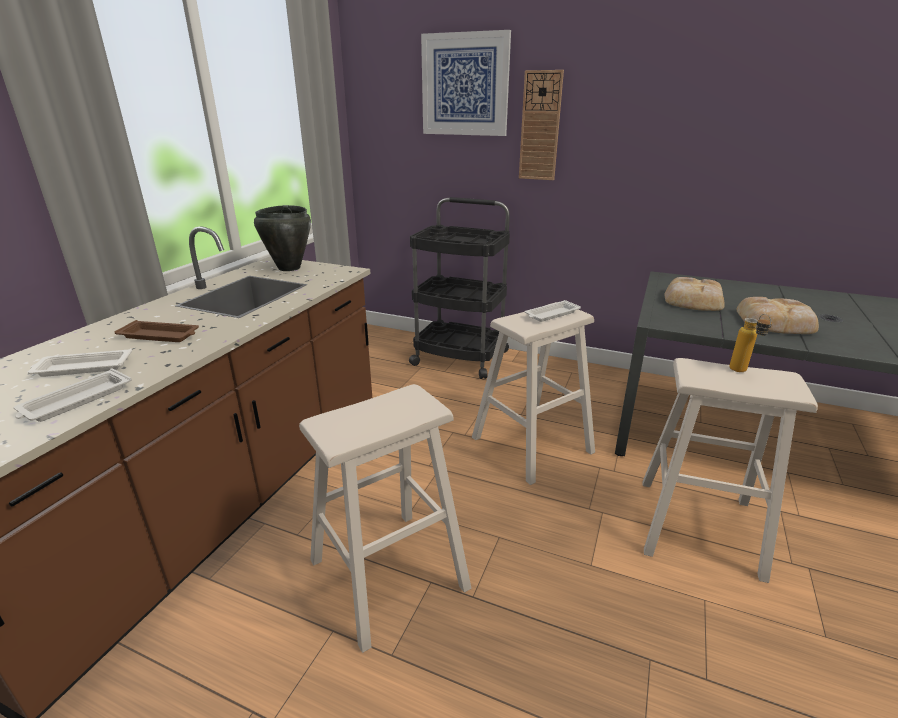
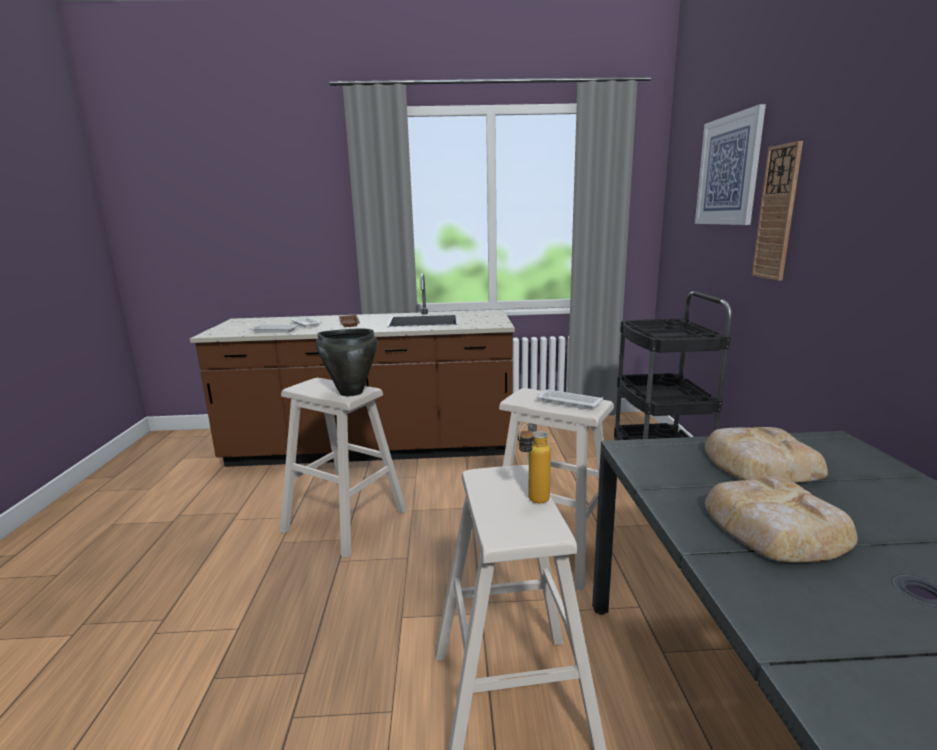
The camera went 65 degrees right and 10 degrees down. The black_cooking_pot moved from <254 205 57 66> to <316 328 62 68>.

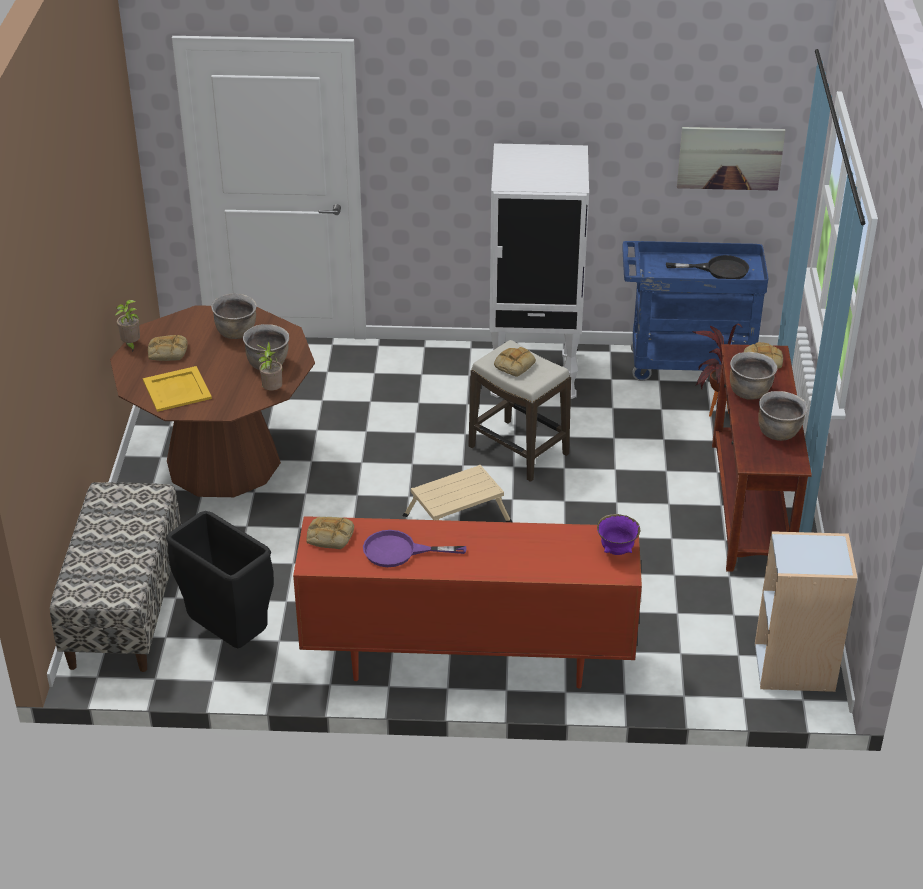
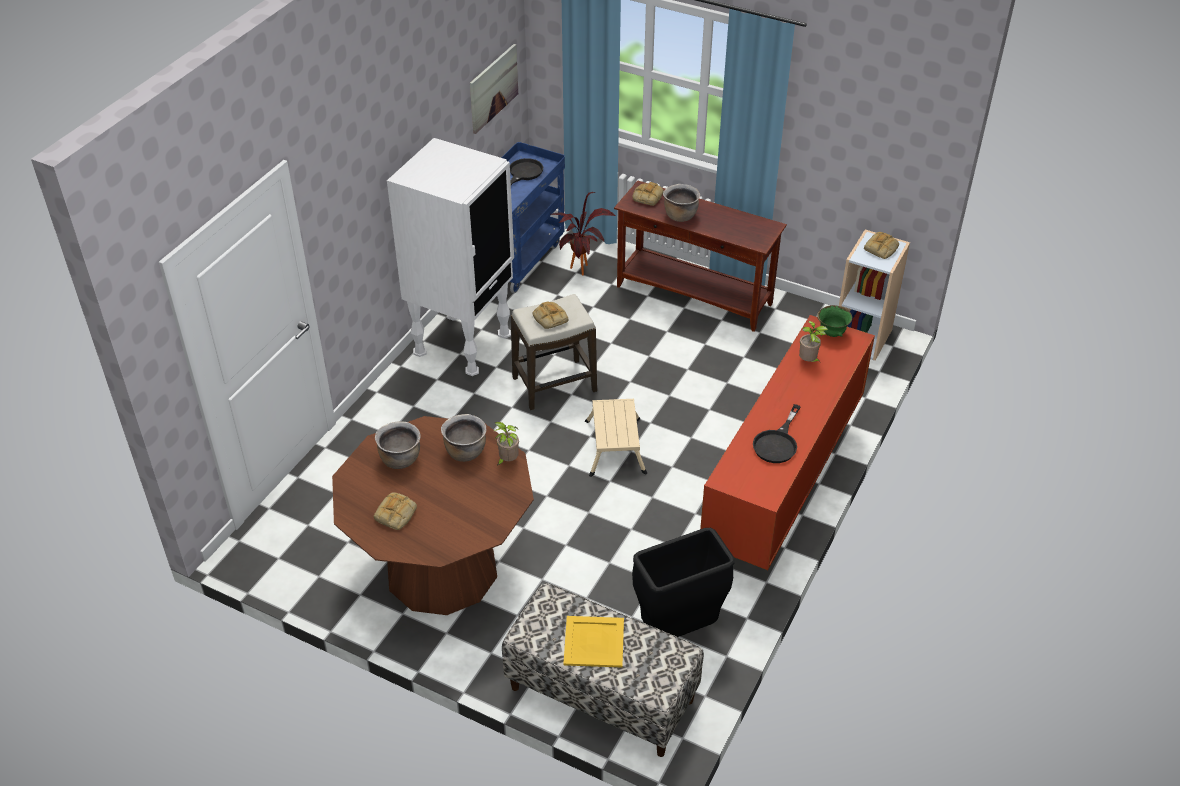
The camera went 65 degrees left and 5 degrees up. The brown_cooking_pot at <758 391 50 50> disappeared. The potted_plant moved from <115 300 25 53> to <799 321 29 42>. The yellow_tray moved from <143 366 69 46> to <563 616 61 51>. The bread moved from <306 517 48 32> to <864 232 35 27>. The purple_frying_pan at <363 530 104 37> became the black_frying_pan at <753 404 48 59>. The purple_bowl at <597 514 43 41> became the green_bowl at <817 305 35 32>.

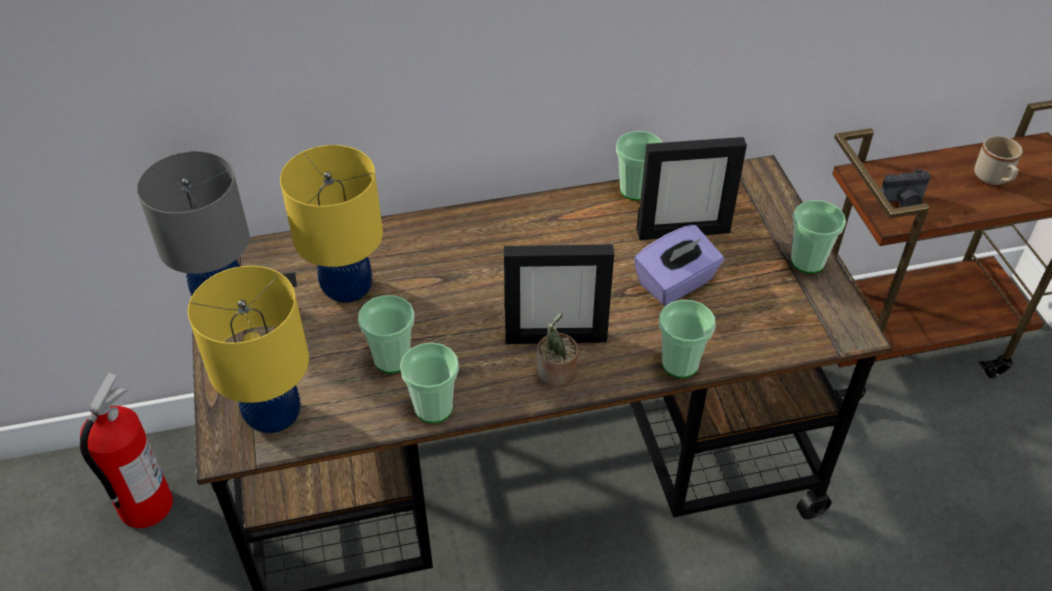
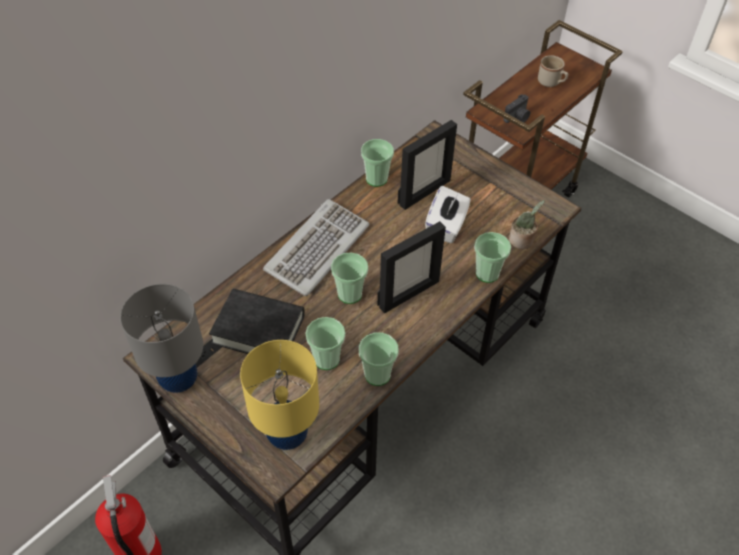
The camera went 35 degrees left and 5 degrees up. The keyboard at <263 199 107 97> appeared. The potted_plant moved from <537 313 41 73> to <509 200 36 49>. The cup moved from <791 200 55 73> to <331 253 37 51>. The yellow_table_lamp at <280 145 103 158> was replaced by the black_book at <209 289 96 65>. The purple_tissue_box at <634 225 90 81> became the white_tissue_box at <425 186 46 57>.

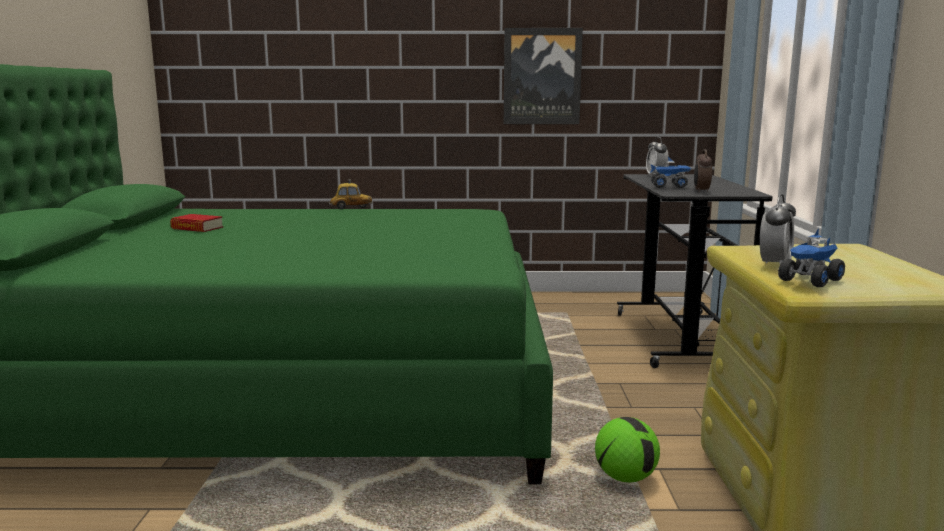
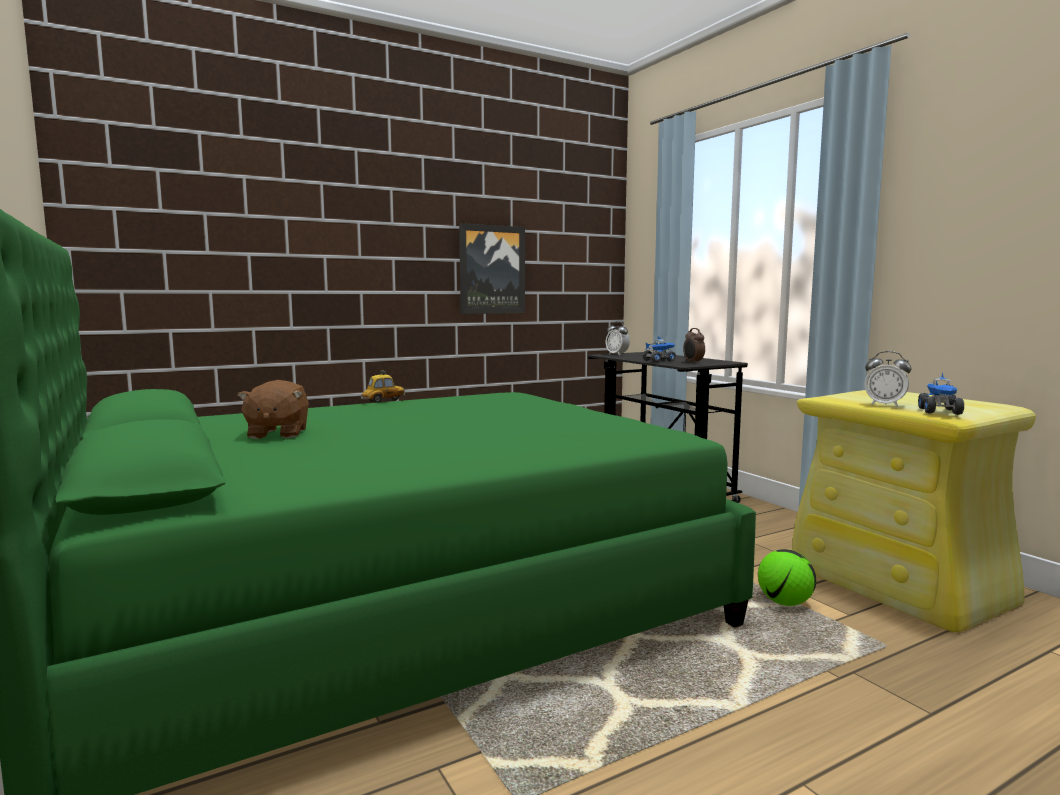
The camera went 30 degrees left and 5 degrees down. The book at <170 214 53 18> was replaced by the brown_plush_toy at <237 380 72 59>. The alarm_clock at <760 194 36 70> turned 120 degrees clockwise.

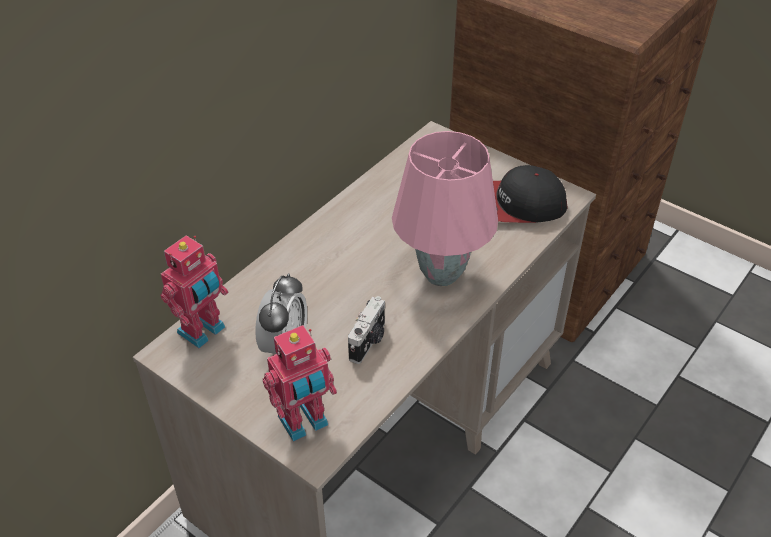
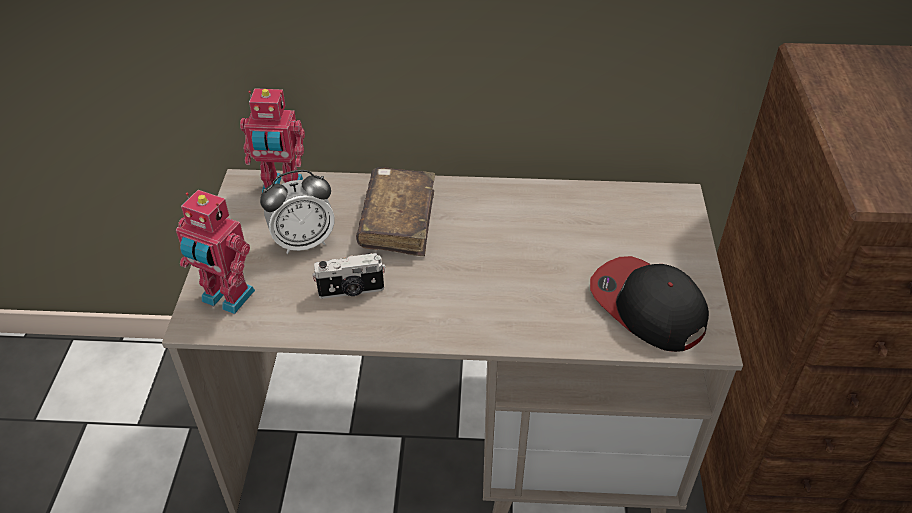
The camera went 55 degrees right and 0 degrees up. The pink_table_lamp at <392 131 106 155> disappeared. The brown_book at <356 167 79 89> appeared.

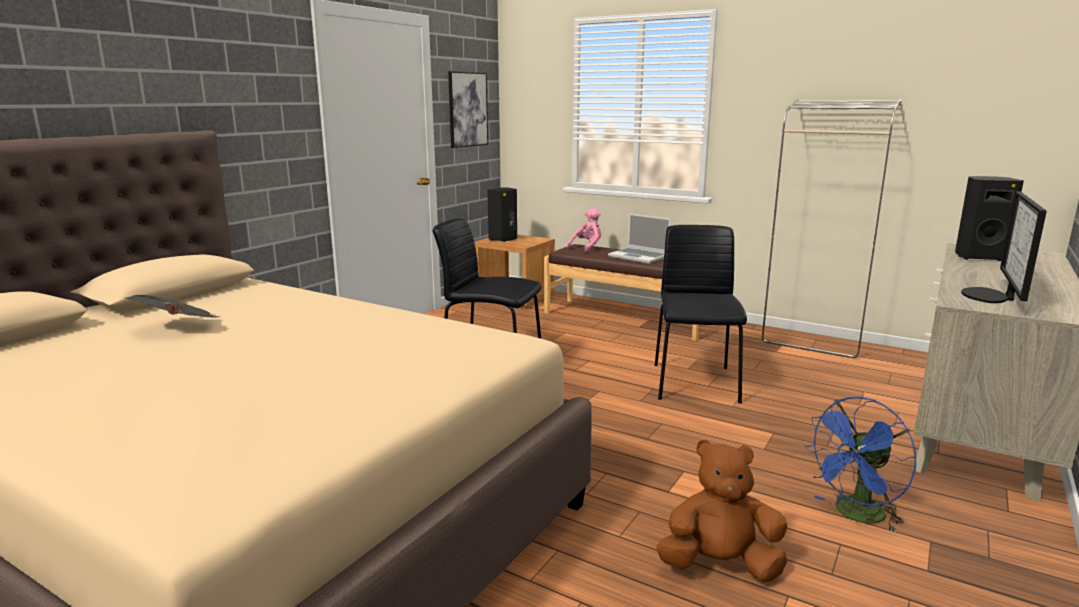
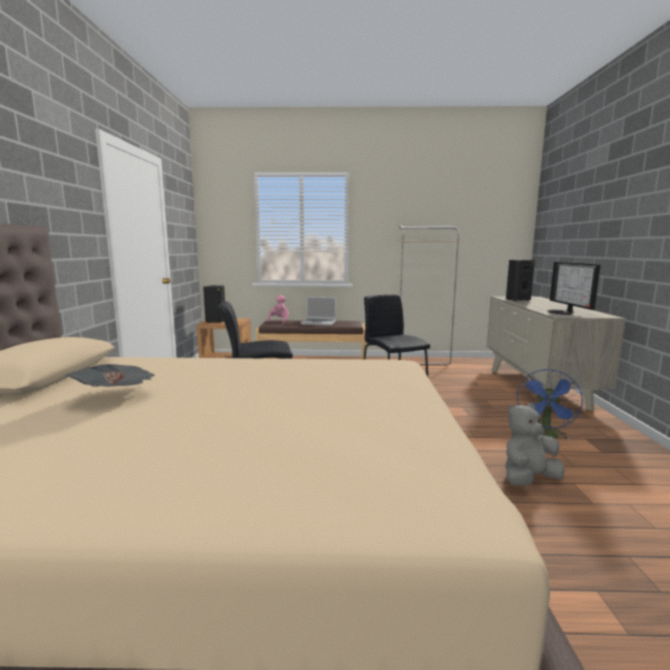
The camera went 30 degrees left and 5 degrees down. The picture at <448 71 40 77> disappeared. The brown_plush_toy at <656 439 131 143> became the grey_plush_toy at <505 403 59 83>.

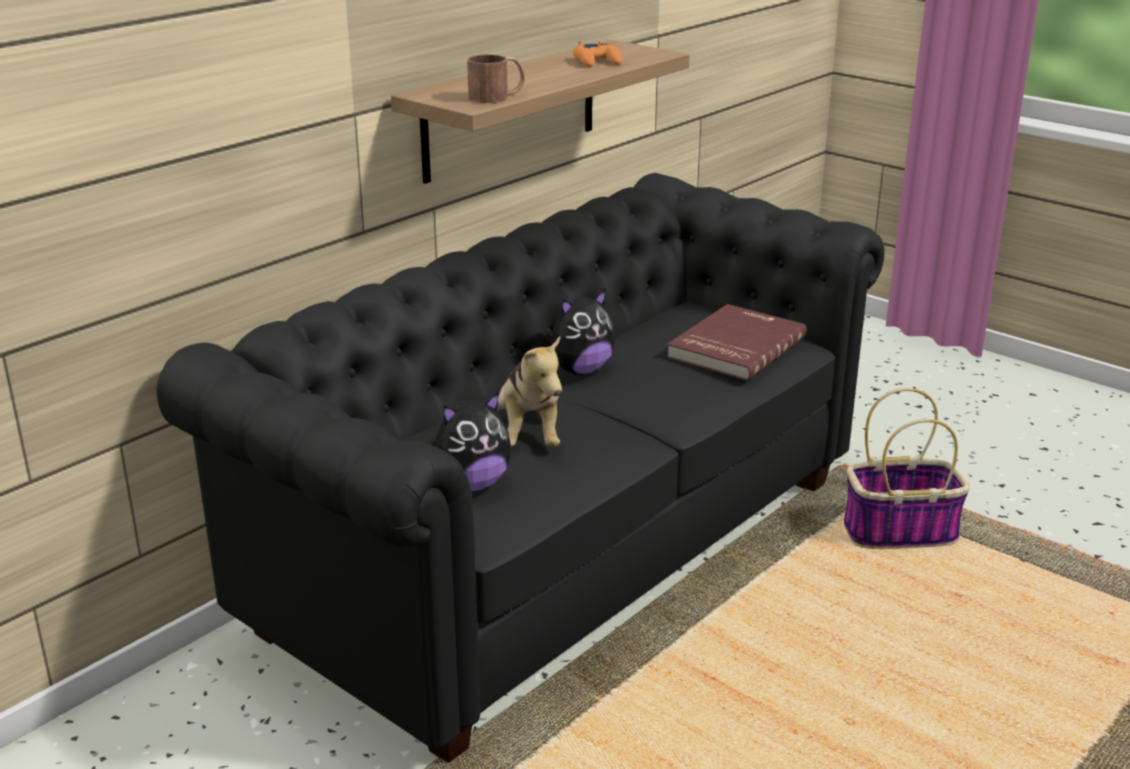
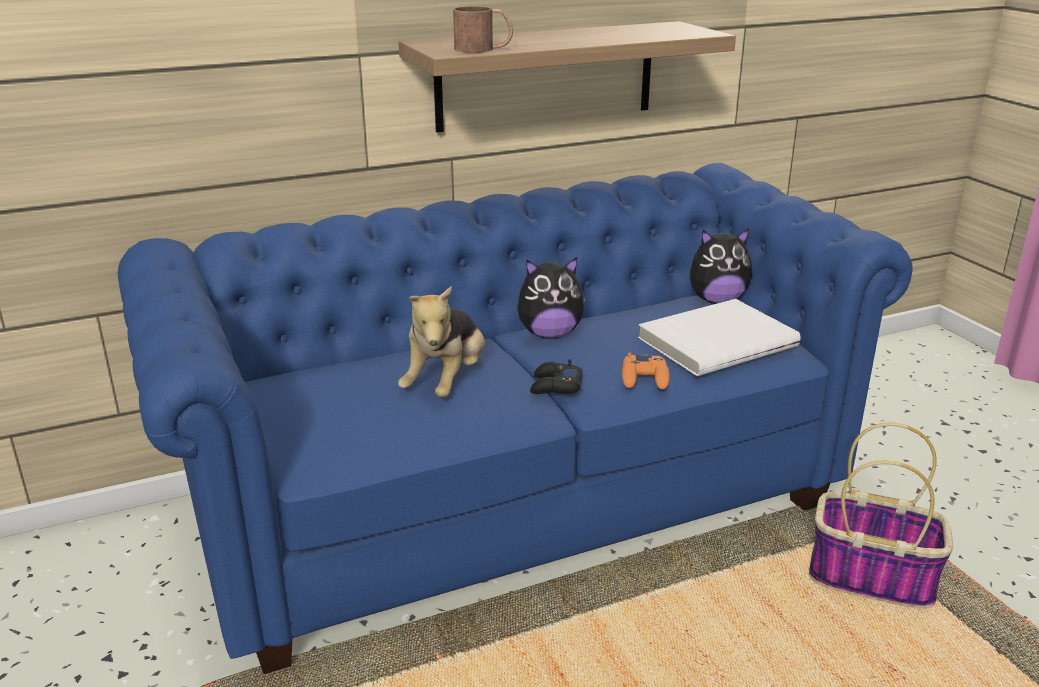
The camera went 25 degrees right and 0 degrees up. The black_game_controller at <530 360 53 34> appeared. The plush_toy moved from <432 391 80 101> to <690 228 62 76>. The orange_game_controller moved from <573 41 49 26> to <622 353 48 36>. The black_sofa at <156 173 729 590> became the blue_sofa at <118 163 794 511>. The red_book at <667 304 140 77> became the white_book at <638 299 163 77>.

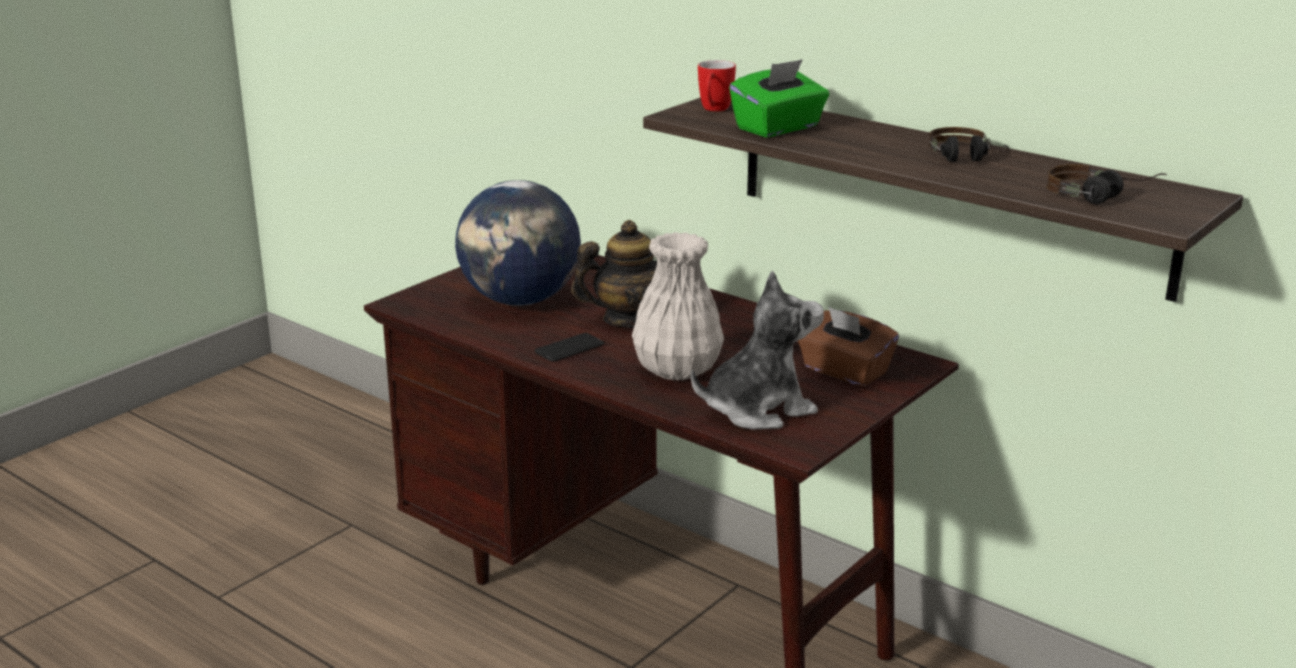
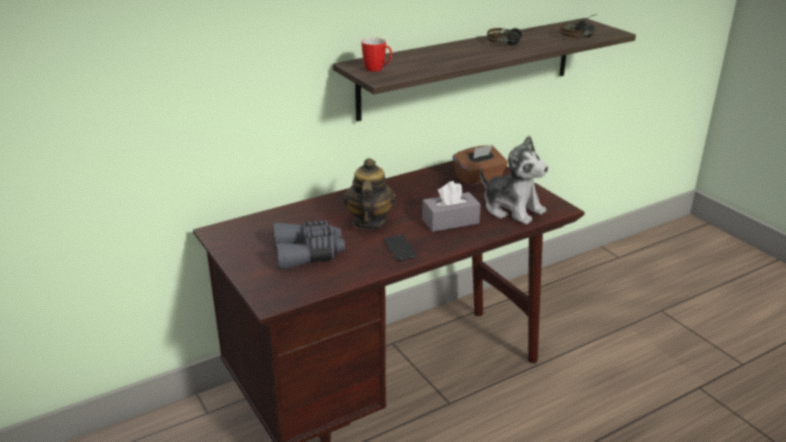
The camera went 70 degrees left and 5 degrees up. The green_tissue_box at <729 59 100 78> disappeared. The globe at <455 180 126 126> was replaced by the grey_binoculars at <273 220 72 50>. The white_vase at <632 232 92 149> was replaced by the grey_tissue_box at <422 181 59 51>. The plush_toy at <691 270 133 160> turned 135 degrees clockwise.

